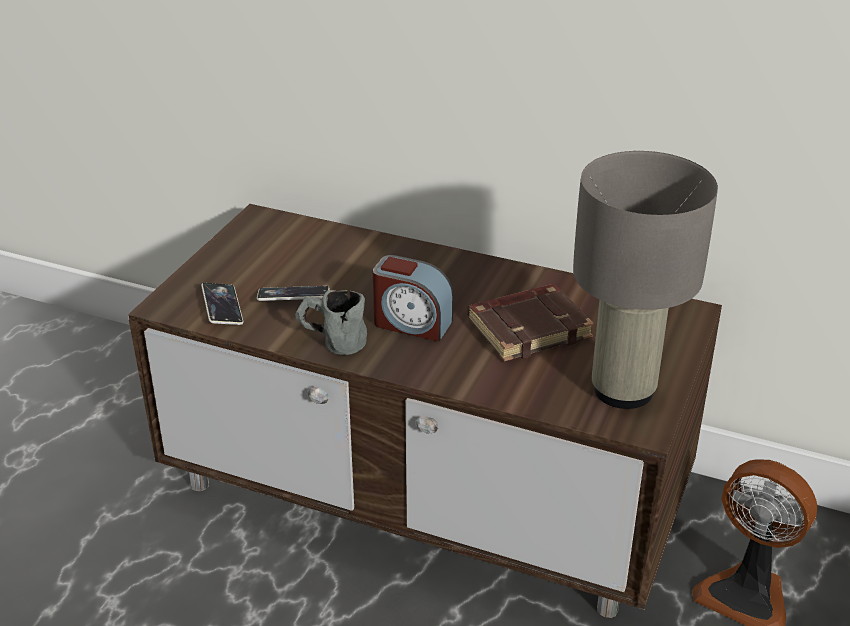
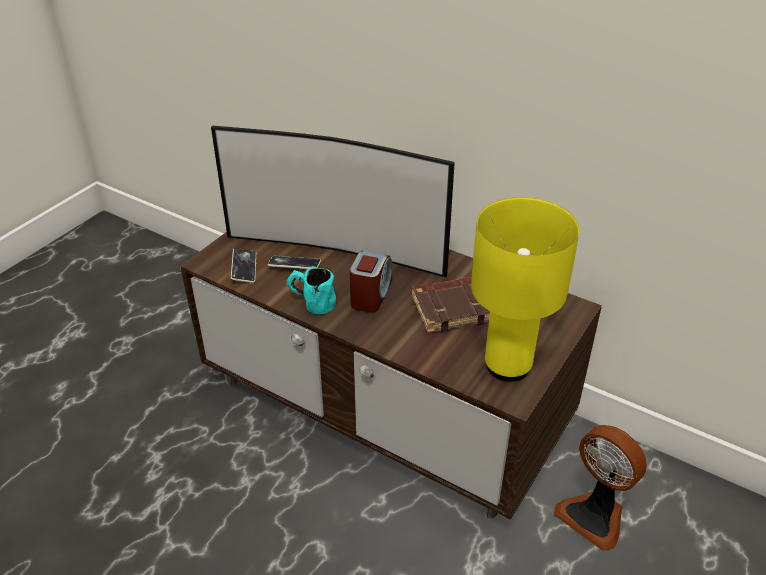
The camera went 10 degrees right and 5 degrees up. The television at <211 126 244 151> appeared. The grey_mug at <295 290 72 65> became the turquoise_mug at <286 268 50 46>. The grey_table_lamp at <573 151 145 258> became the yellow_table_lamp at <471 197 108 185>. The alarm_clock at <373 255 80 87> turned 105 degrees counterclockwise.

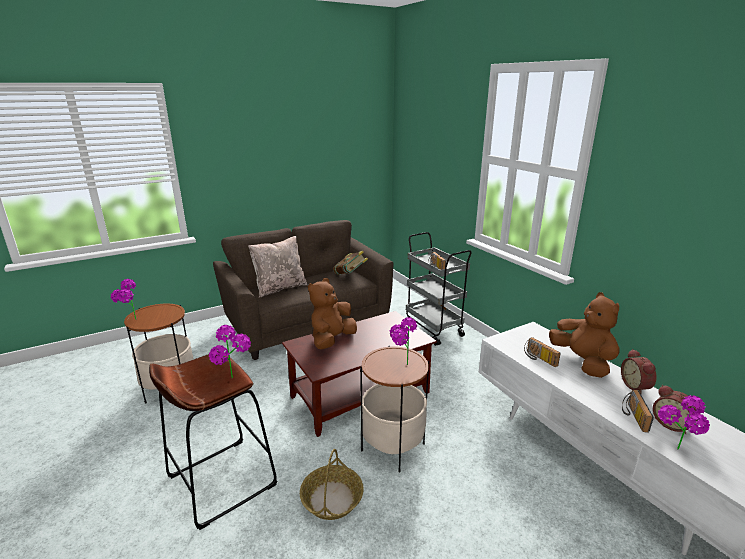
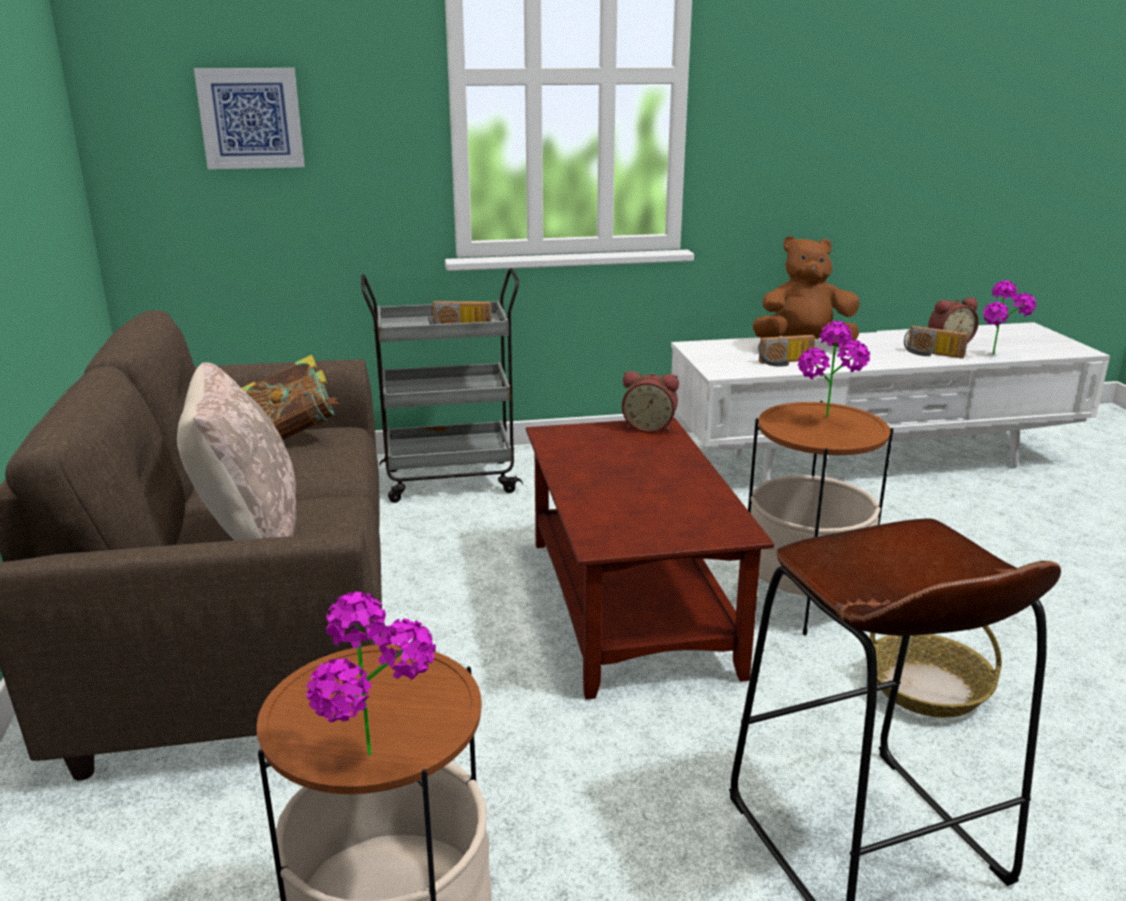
The camera went 70 degrees left and 0 degrees up. The potted_plant at <209 325 42 53> disappeared. The brown_plush_toy at <308 278 49 72> disappeared. The picture at <194 68 111 101> appeared. The alarm_clock moved from <621 349 35 45> to <622 371 57 62>.

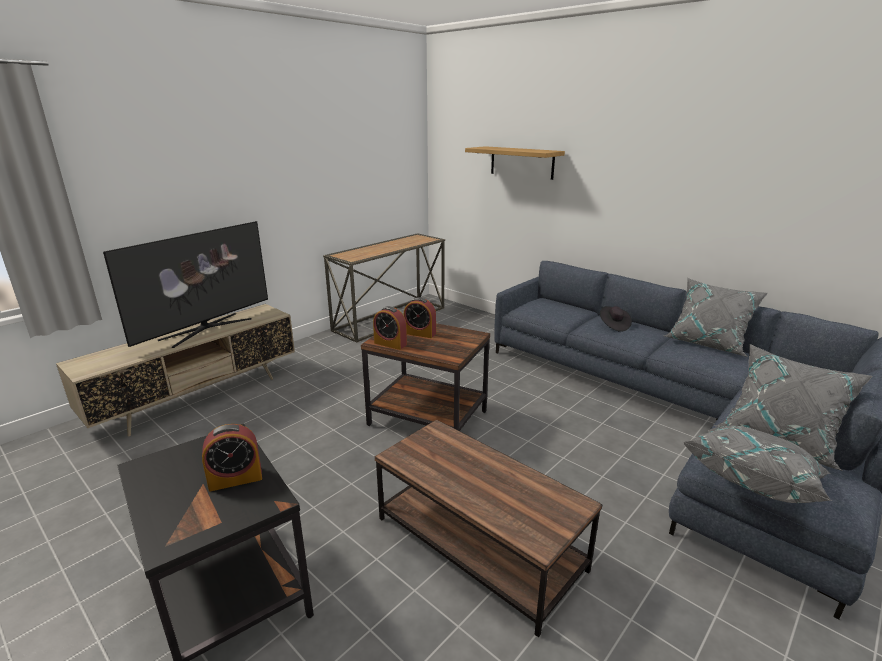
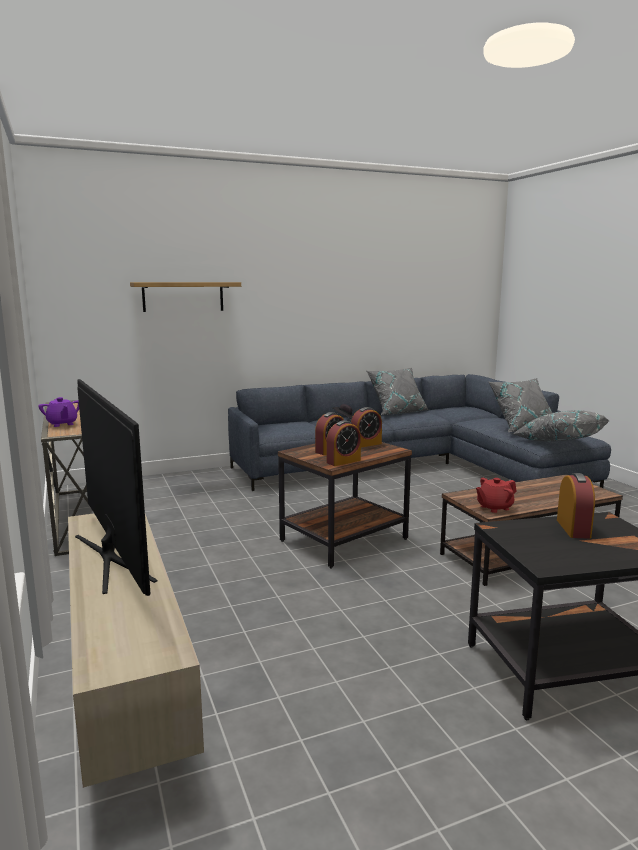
The camera went 65 degrees left and 10 degrees down. The purple_teapot at <38 397 41 30> appeared. The alarm_clock at <351 407 31 41> appeared. The red_teapot at <476 478 41 35> appeared.

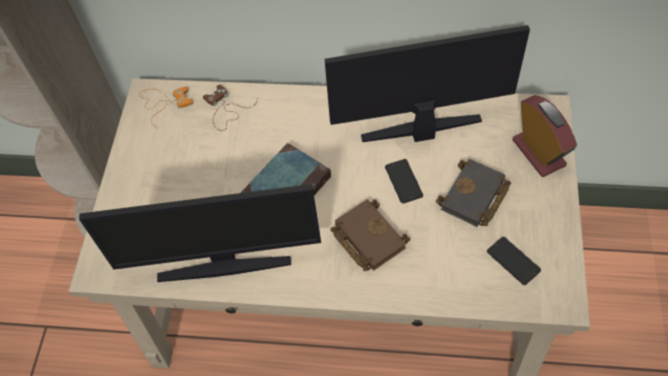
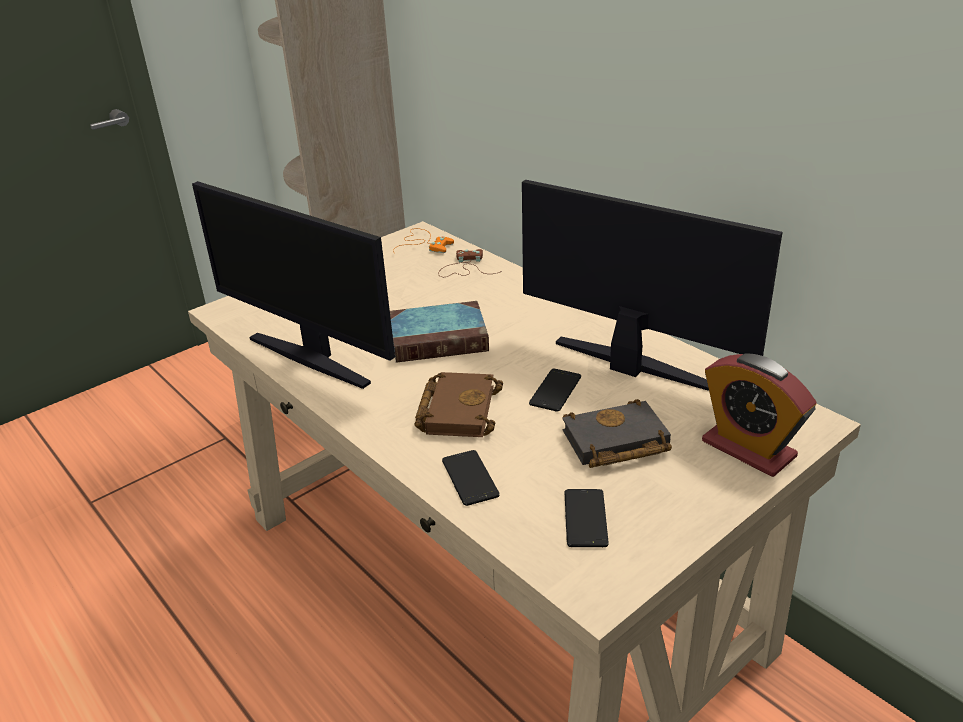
The camera went 40 degrees right and 25 degrees down. The phone at <442 450 58 56> appeared. The alarm_clock at <513 95 64 82> turned 120 degrees clockwise.

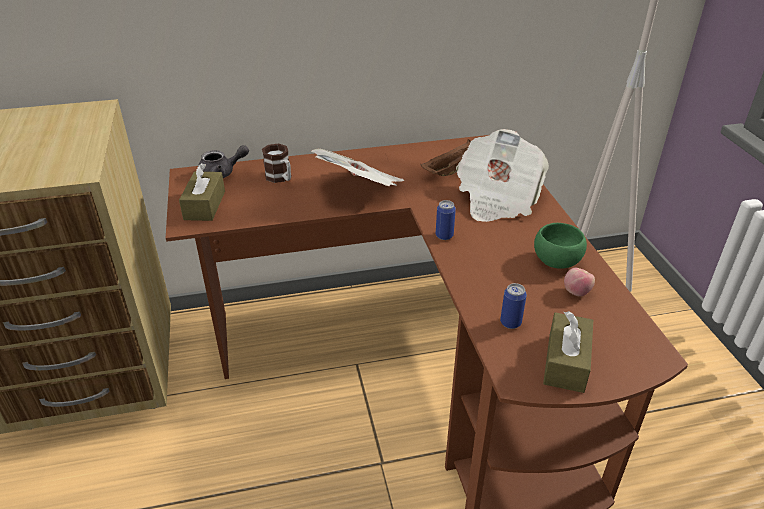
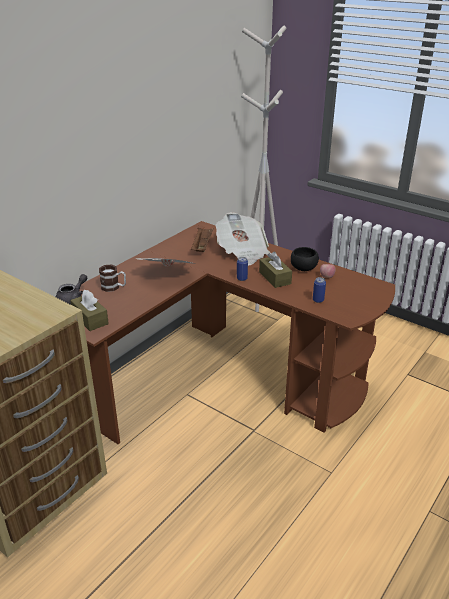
The camera went 40 degrees left and 5 degrees down. The brown_tissue_box moved from <543 311 50 82> to <259 252 33 36>. The green_bowl at <534 223 53 46> became the black_bowl at <291 247 28 24>.

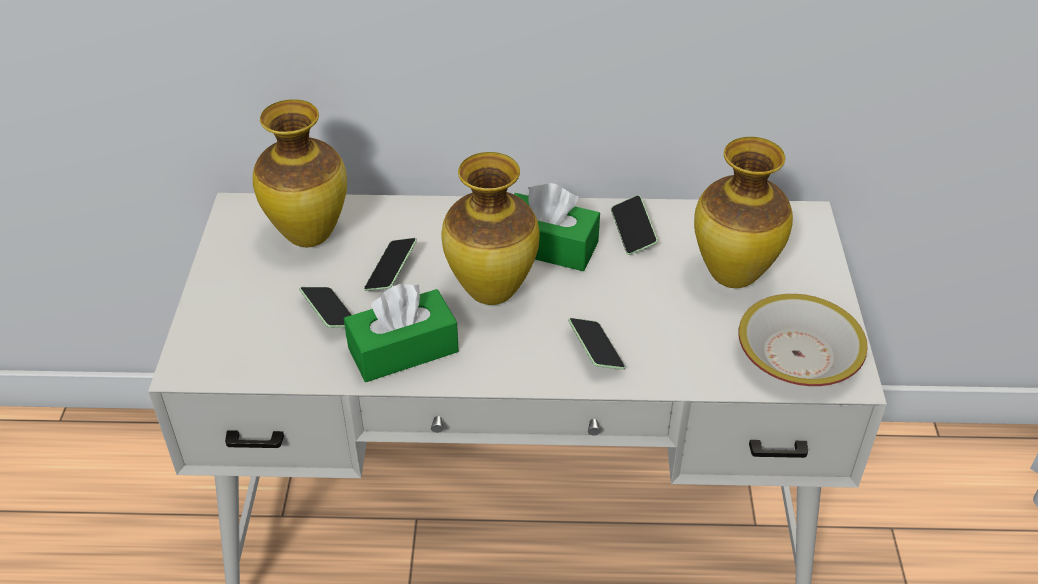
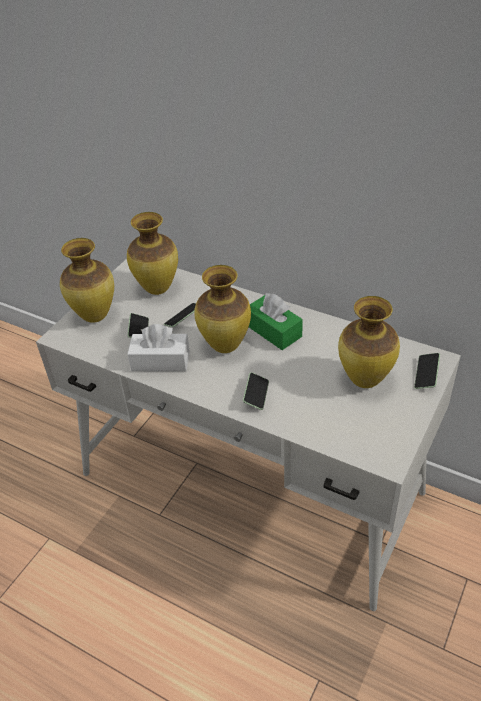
The camera went 30 degrees right and 0 degrees up. The bowl at <738 294 130 92> disappeared. The vase at <60 238 54 85> appeared. The phone moved from <611 195 47 60> to <414 353 26 36>. The green_tissue_box at <344 284 115 98> became the white_tissue_box at <128 324 61 48>.

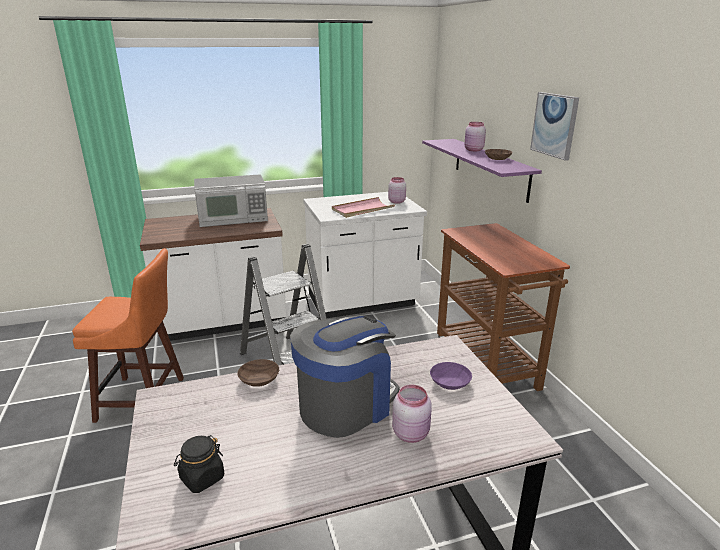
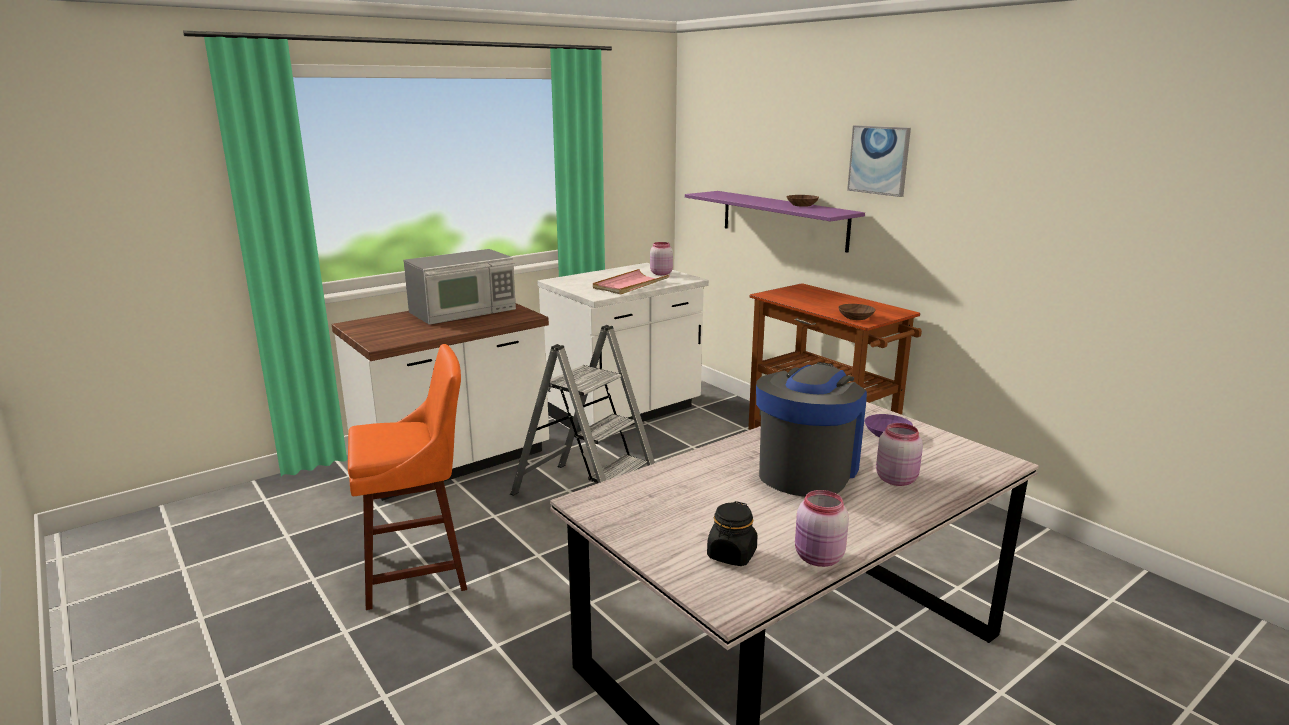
The camera went 20 degrees left and 5 degrees down. The brown_bowl moved from <237 359 42 28> to <838 304 38 16>. The pink_jar moved from <464 122 22 29> to <795 490 54 77>.

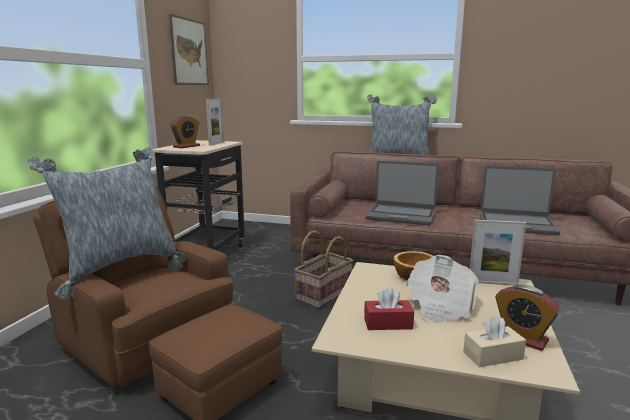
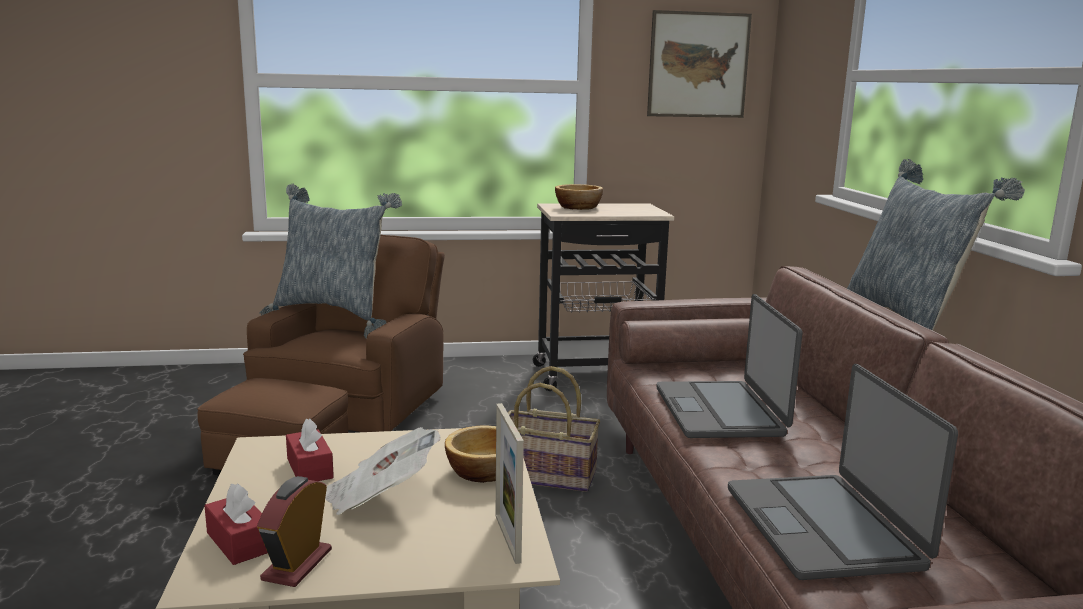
The camera went 65 degrees right and 0 degrees up. The picture_frame at <206 98 18 48> disappeared. The alarm_clock at <170 115 30 33> was replaced by the bowl at <555 184 48 26>. The beige_tissue_box at <463 315 63 52> became the red_tissue_box at <204 483 64 82>.

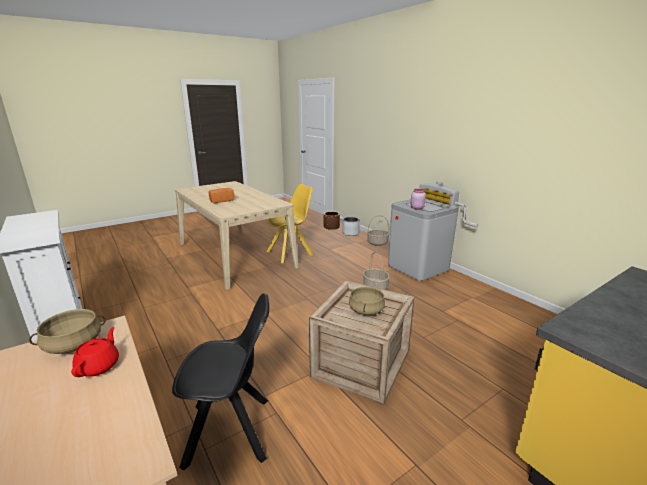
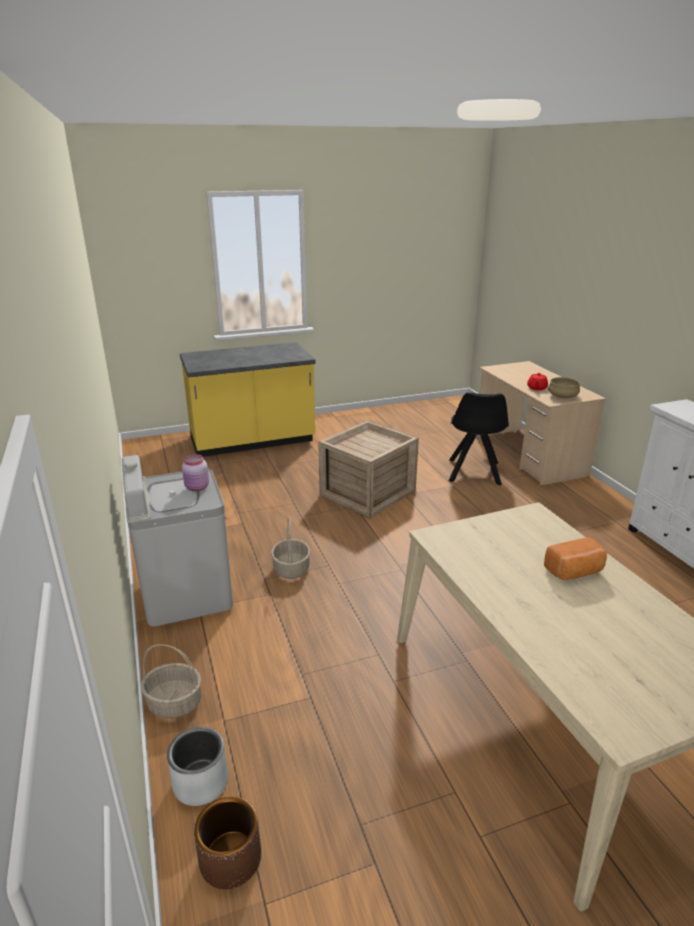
The camera went 165 degrees left and 5 degrees up. The yellow_chair at <266 184 48 79> disappeared. The beige_cooking_pot at <349 287 36 28> disappeared. The black_chair at <172 293 97 178> turned 90 degrees counterclockwise.

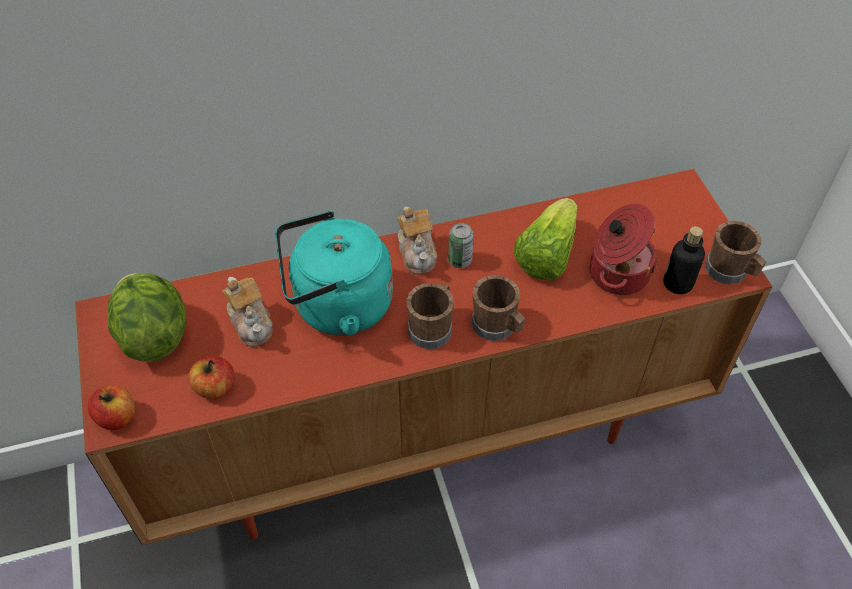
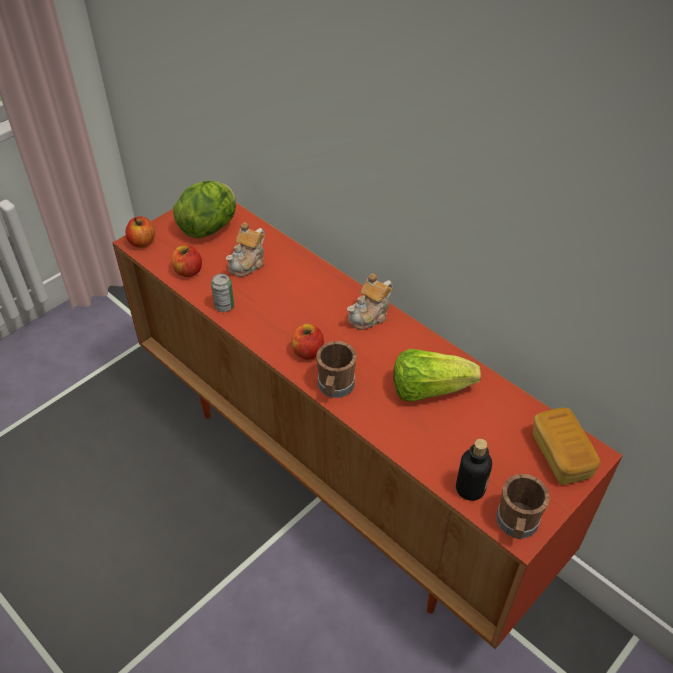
The camera went 60 degrees right and 5 degrees down. The turquoise_kettle at <276 211 117 125> disappeared. The cooking_pot at <590 204 68 91> disappeared. The bread at <533 408 67 77> appeared. The can moved from <448 223 26 45> to <211 273 23 39>. The brown_mug at <406 283 48 66> was replaced by the apple at <291 324 33 36>.

